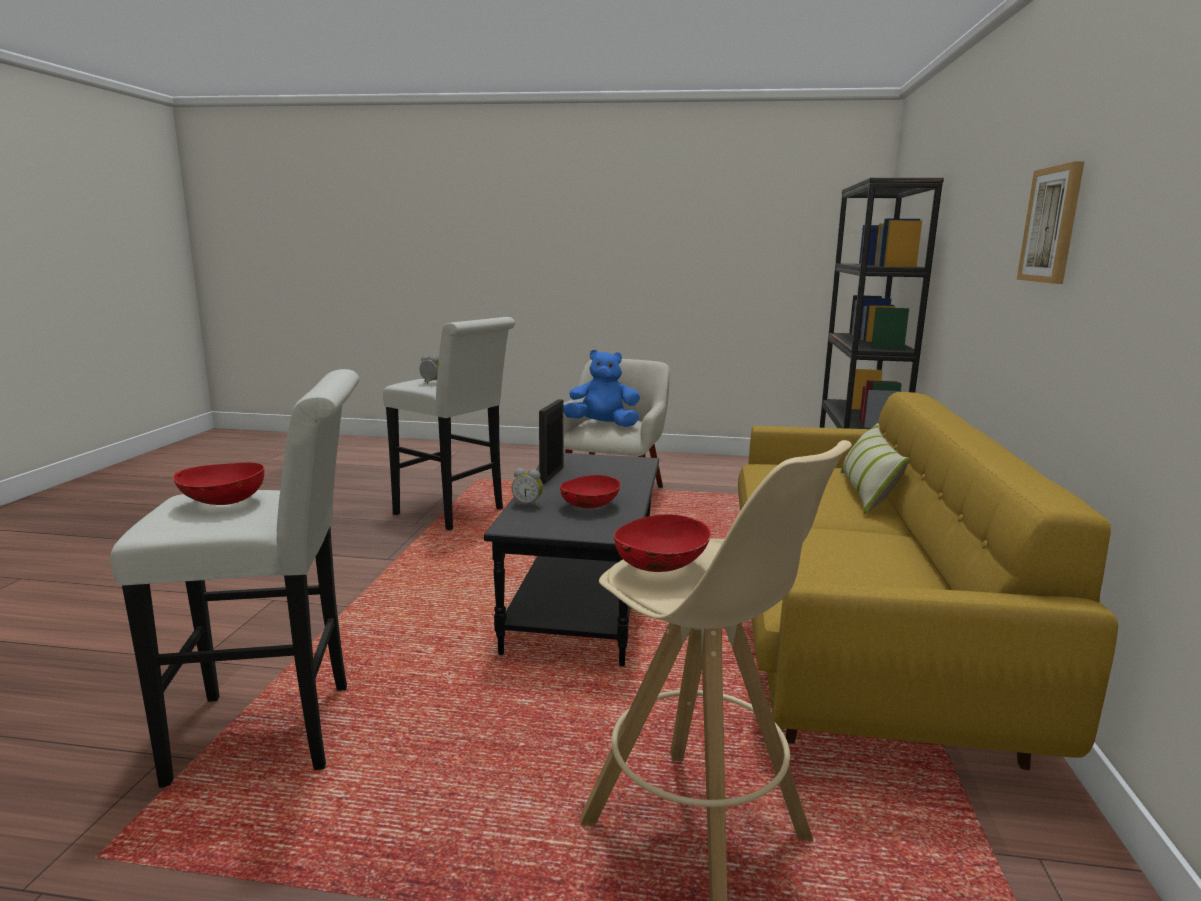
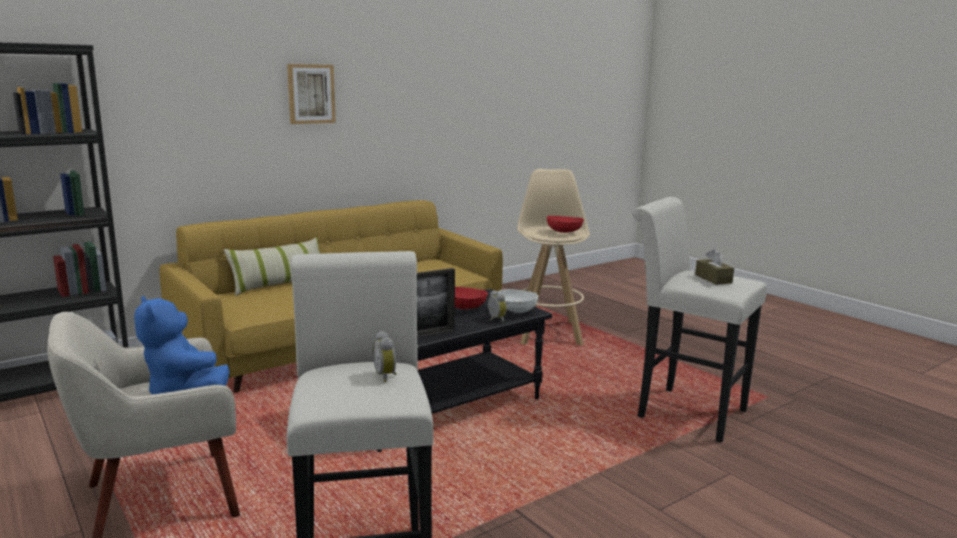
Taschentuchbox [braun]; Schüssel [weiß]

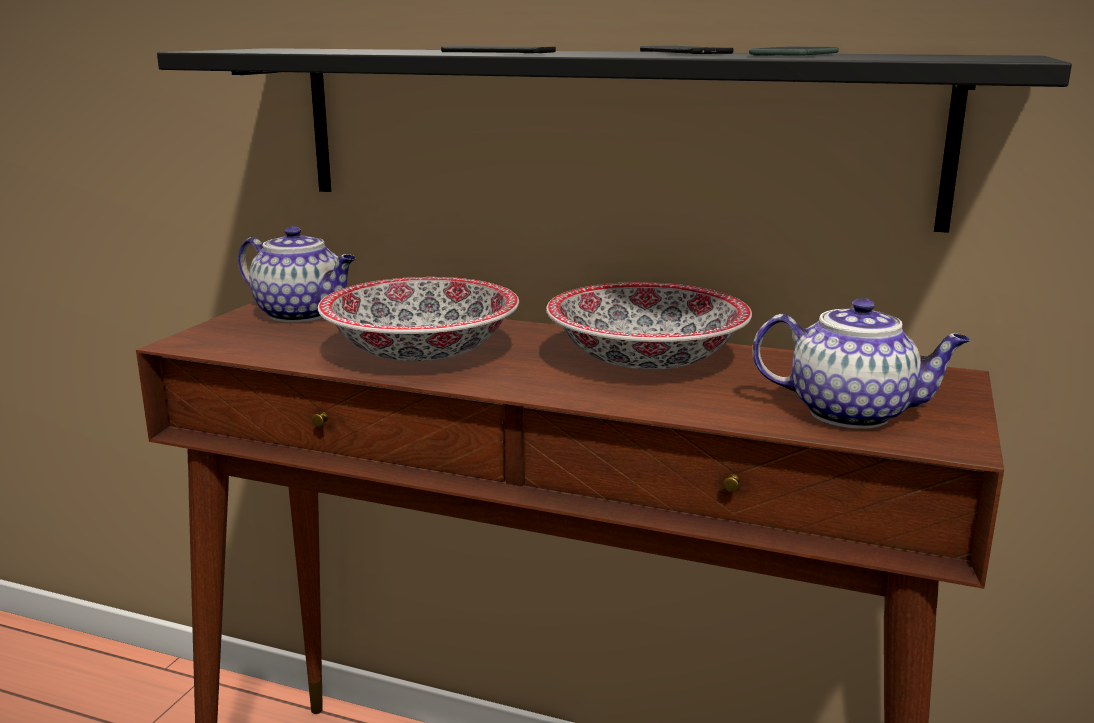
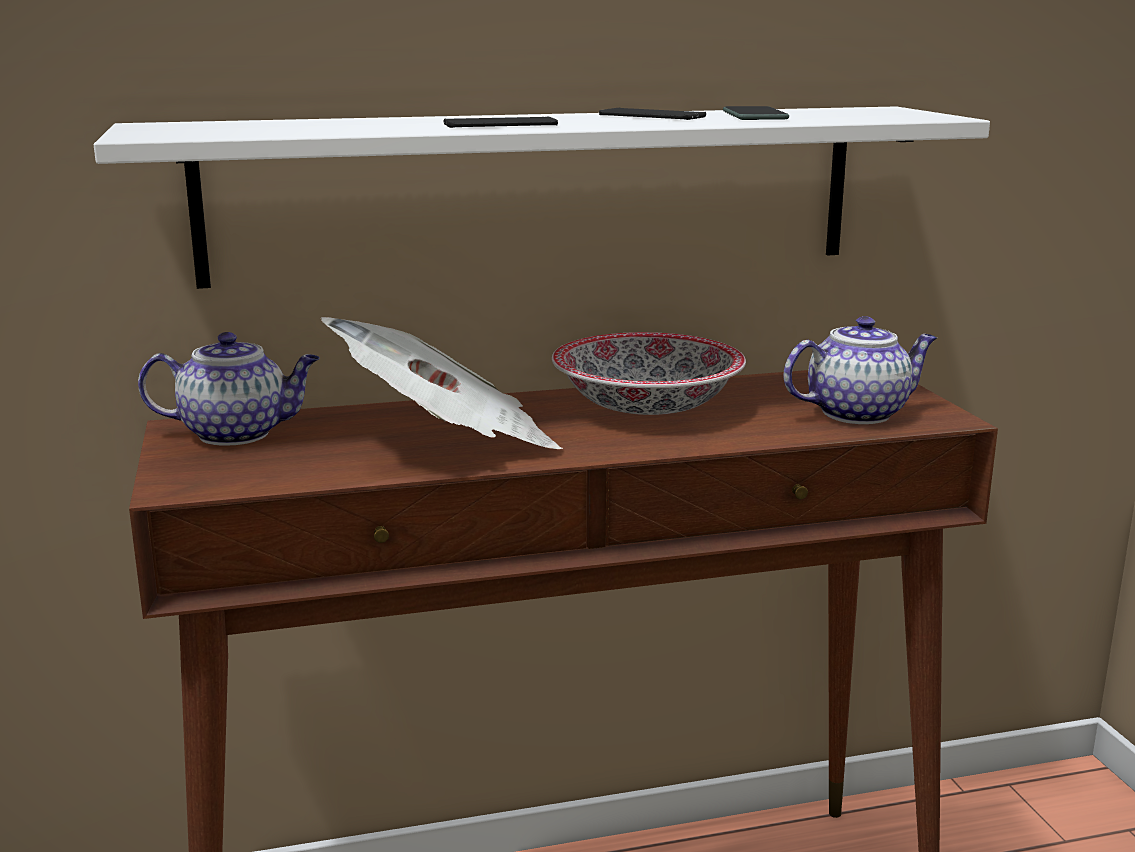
Wandregal [weiß]; Zeitung

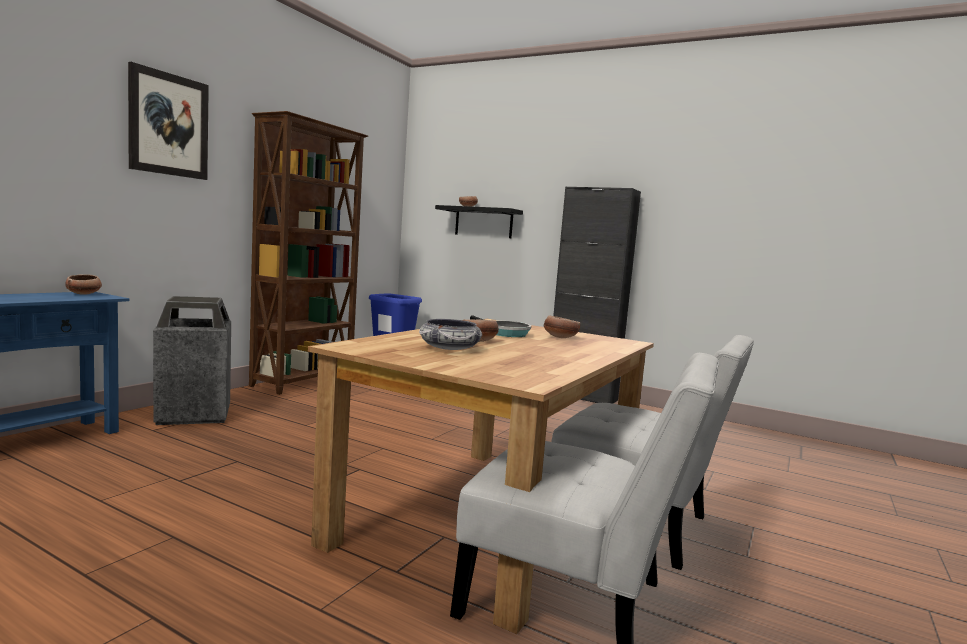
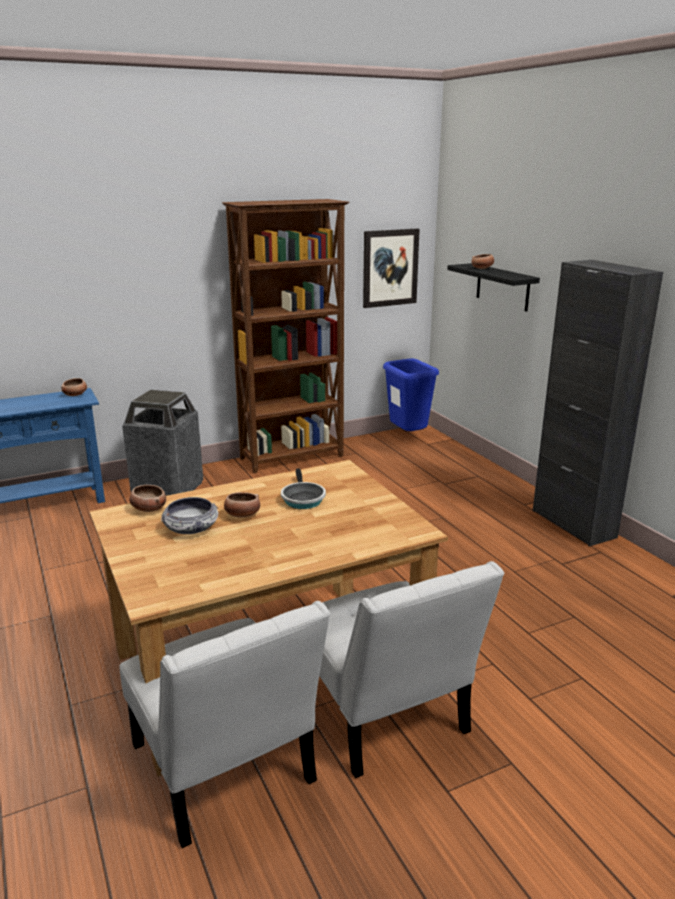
Bild; Schüssel (2nd from left)

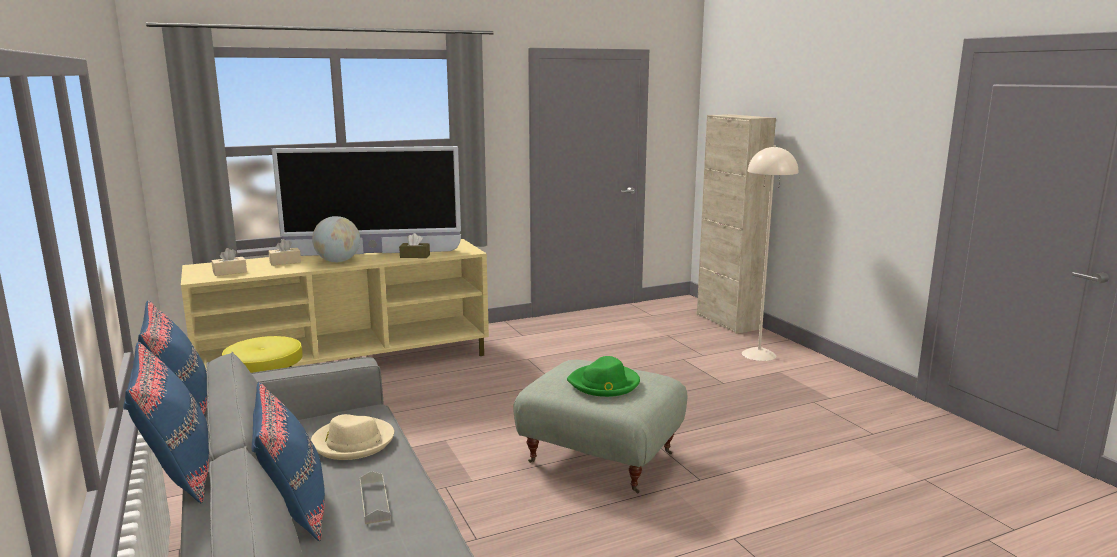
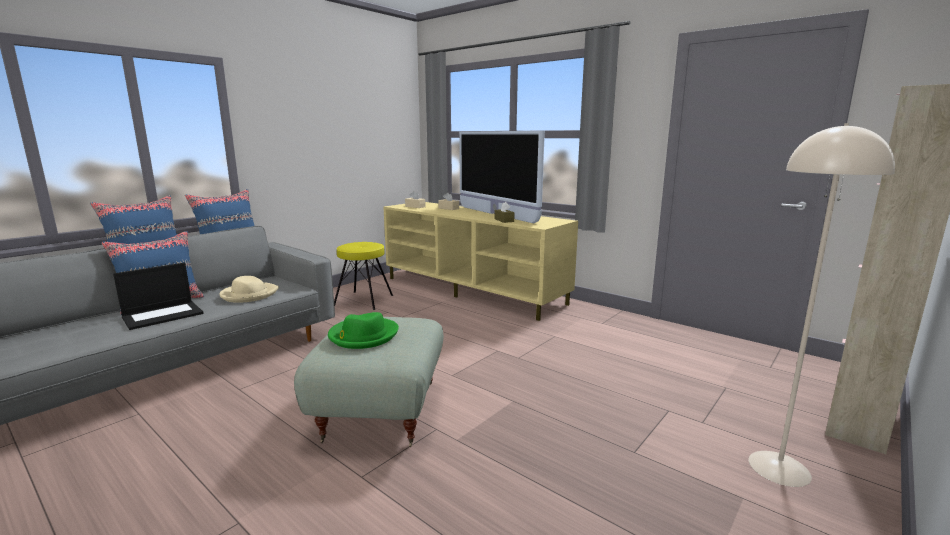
Globus; Laptop

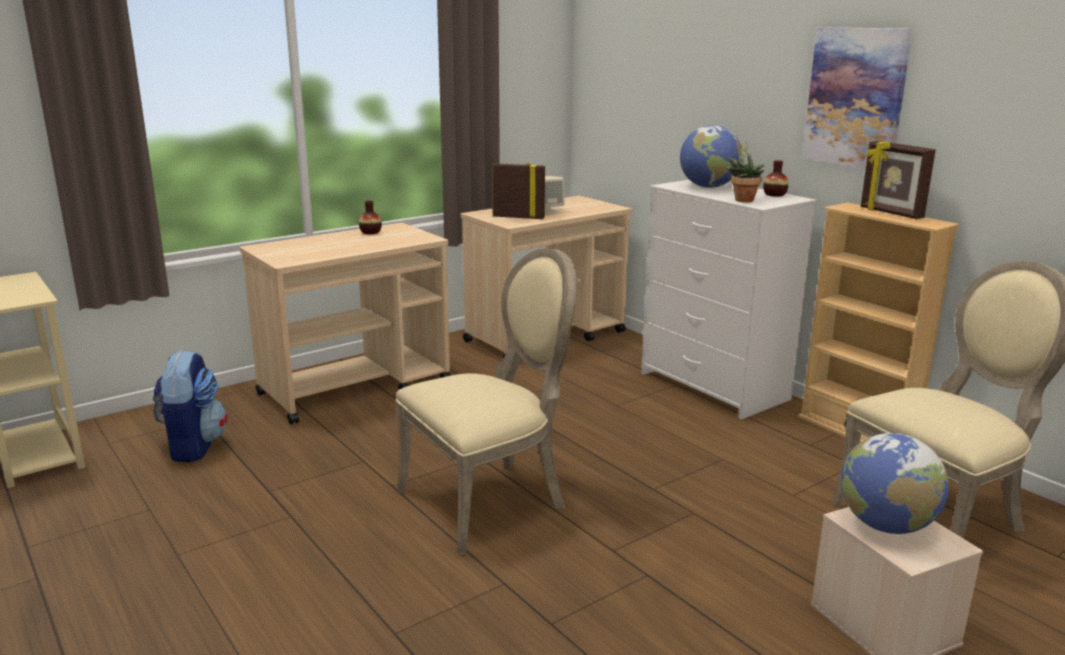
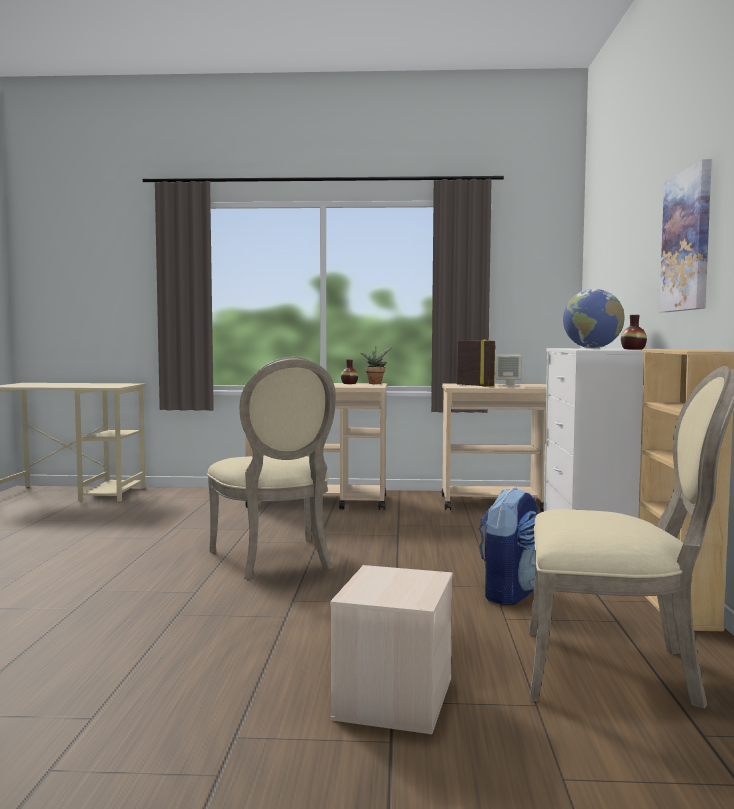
Topfpflanze; Bilderrahmen (2nd from left in the first image); Stuhl [beige] (1st from left); Rucksack; Globus (2nd from left in the first image)

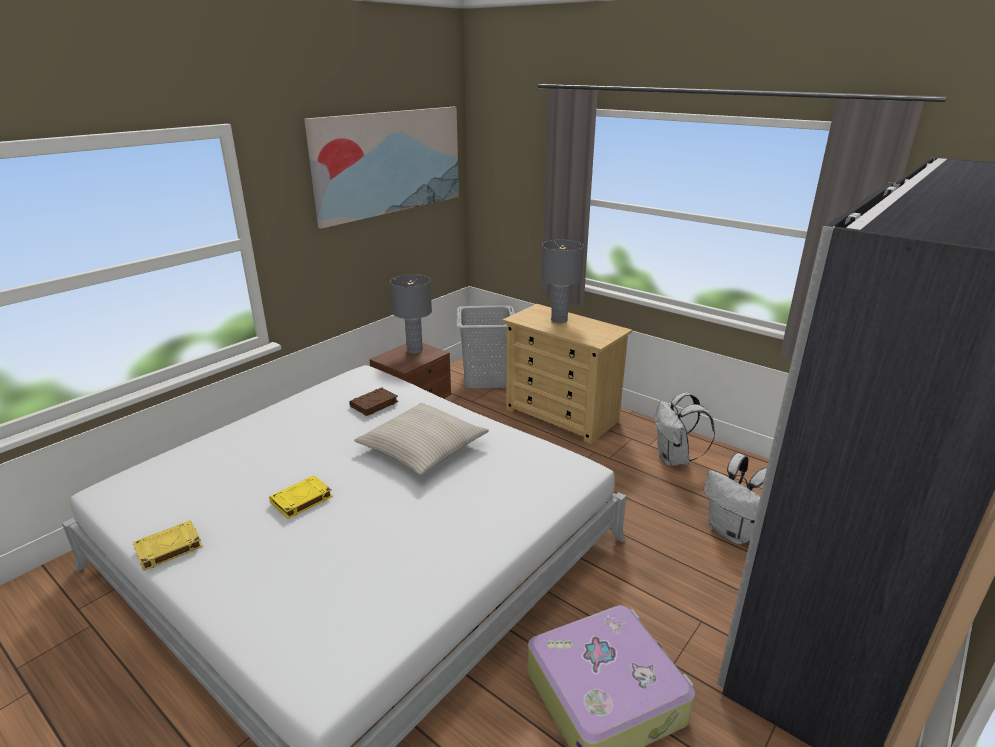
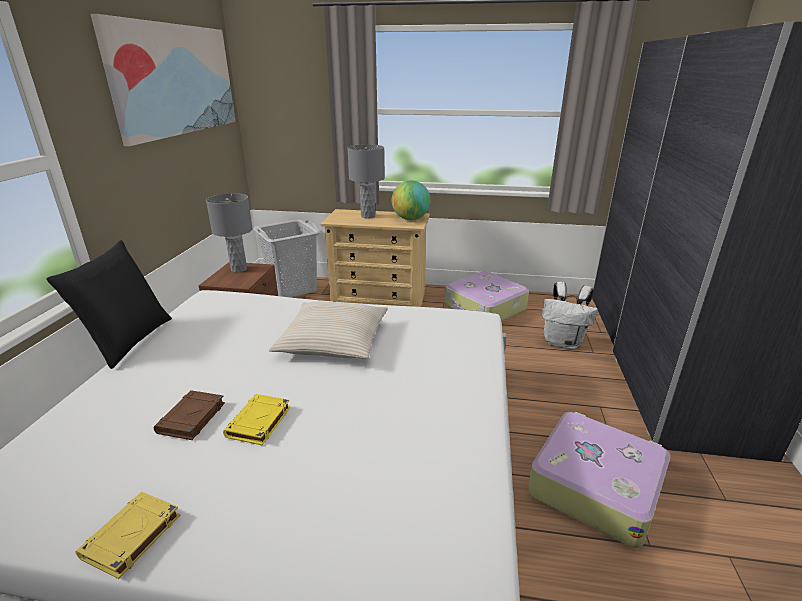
Buch [braun]; Koffer (1st from left); Globus; Kissen [schwarz]

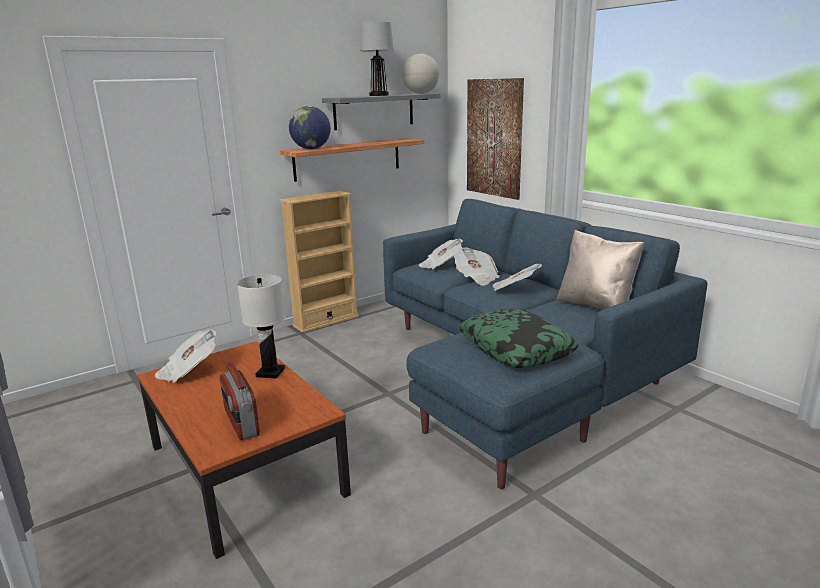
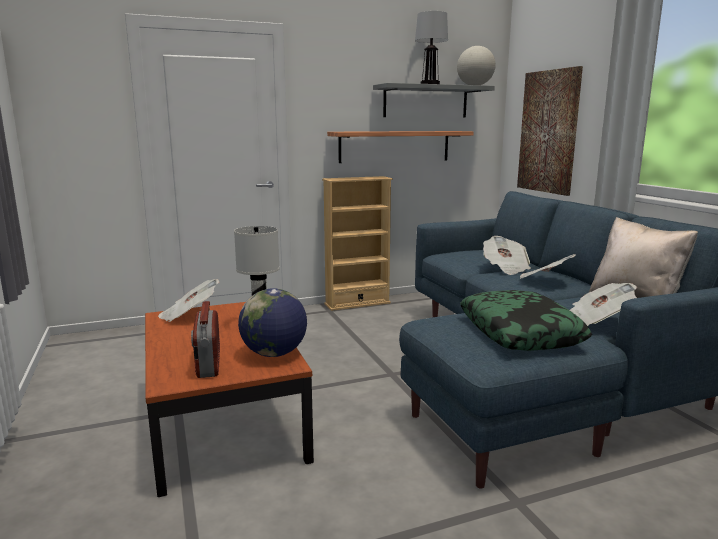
Globus (1st from left); Zeitung (4th from left)

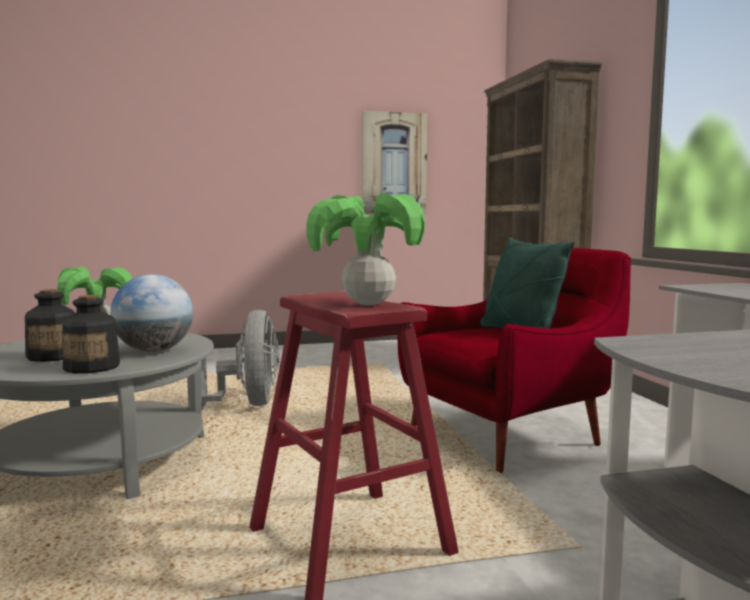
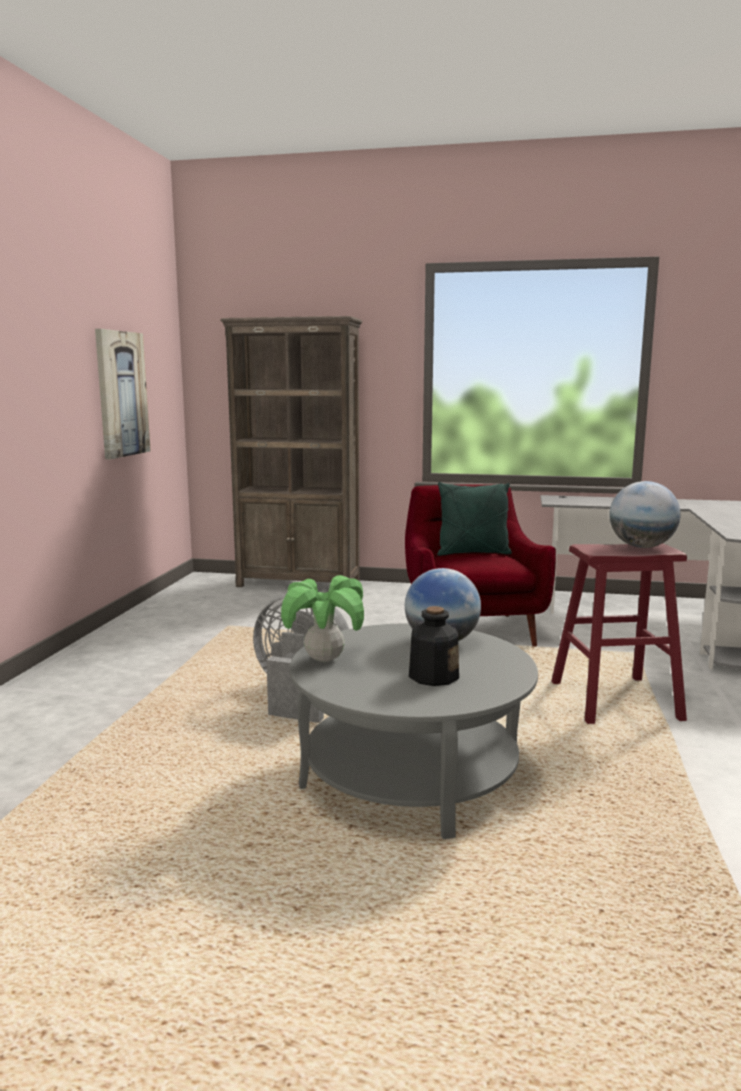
Globus (2nd from left); Flasche (2nd from left in the first image)

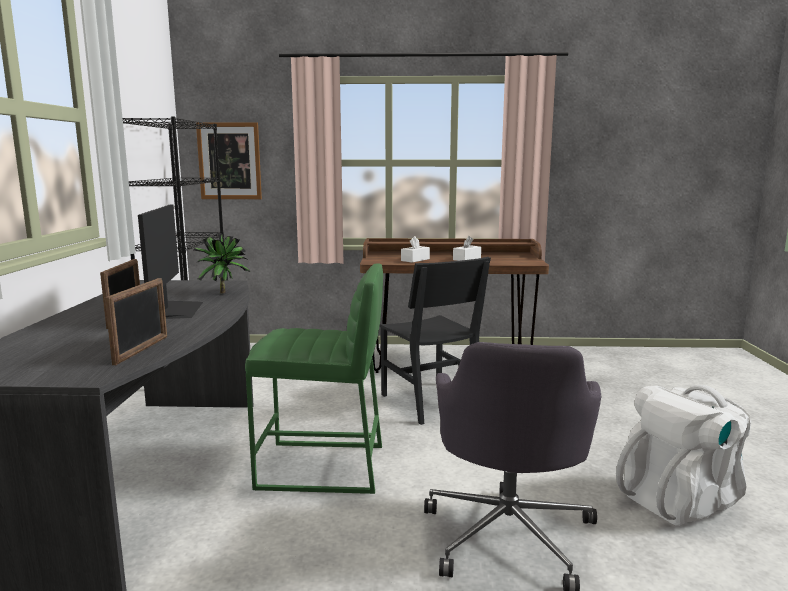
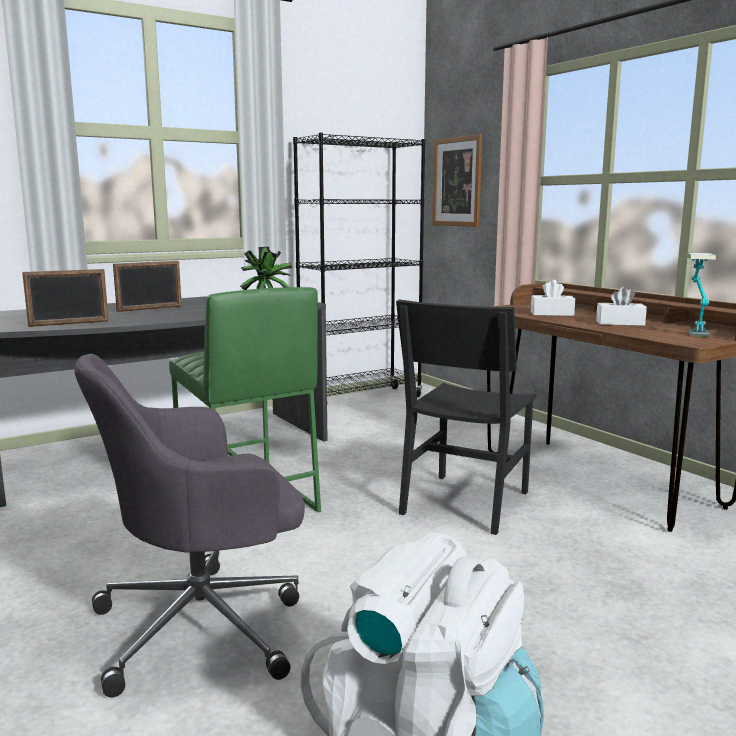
Monitor; Tischlampe

